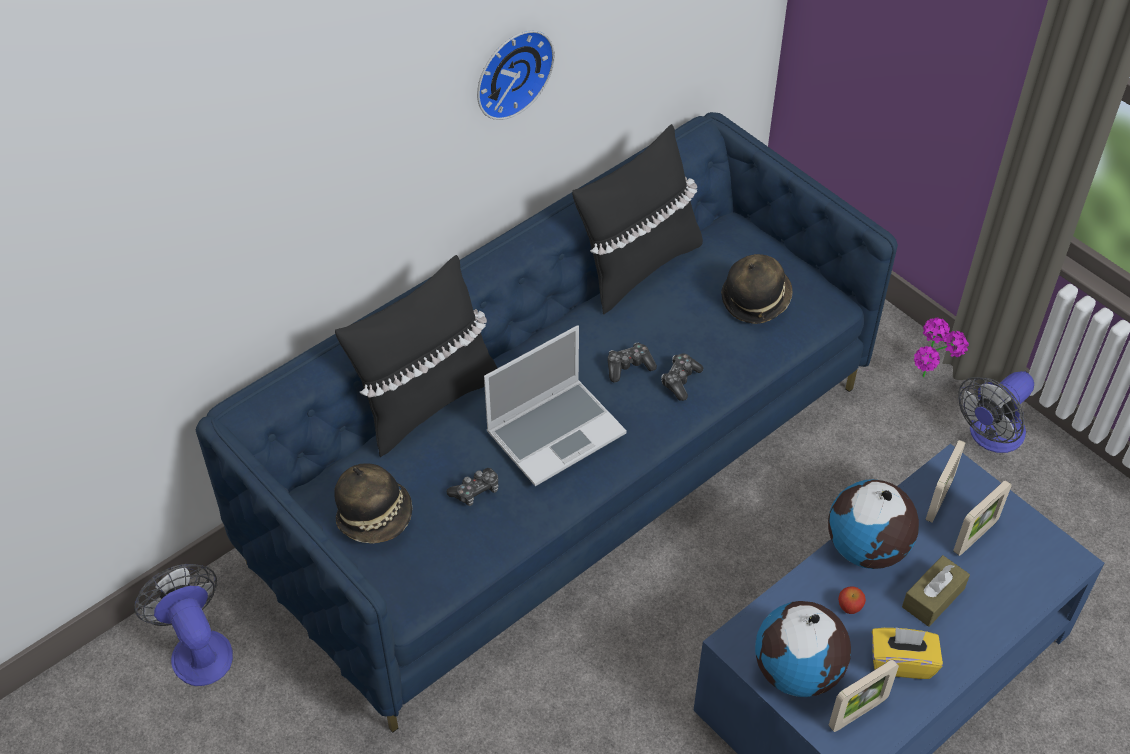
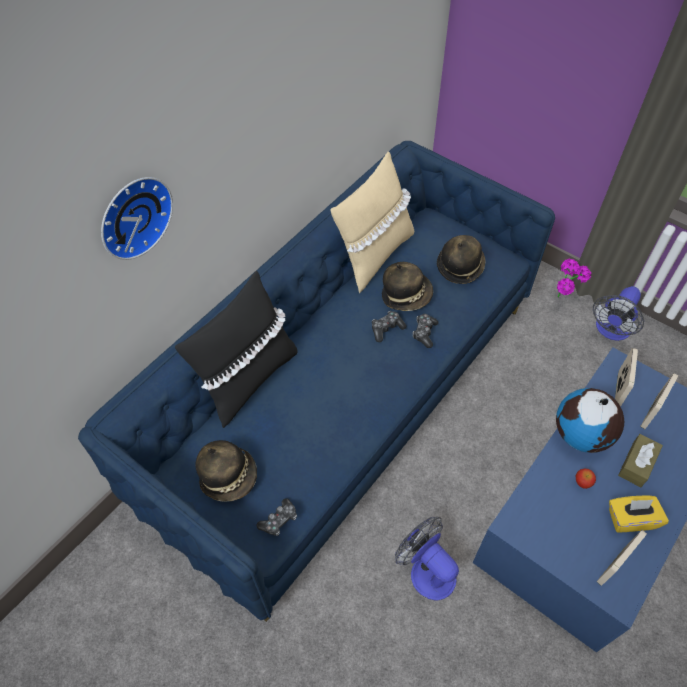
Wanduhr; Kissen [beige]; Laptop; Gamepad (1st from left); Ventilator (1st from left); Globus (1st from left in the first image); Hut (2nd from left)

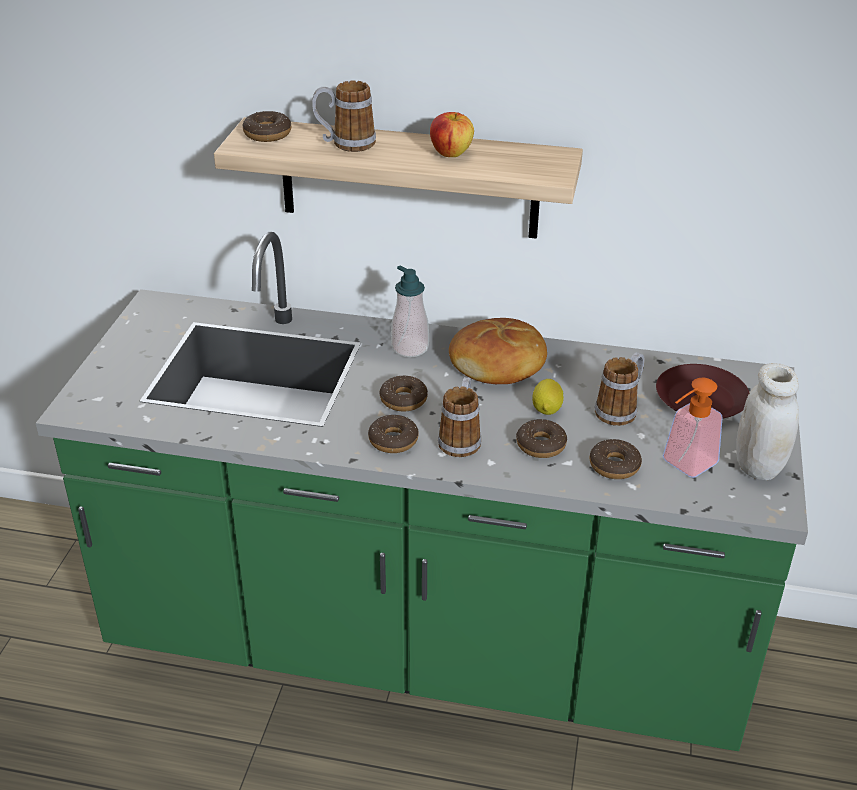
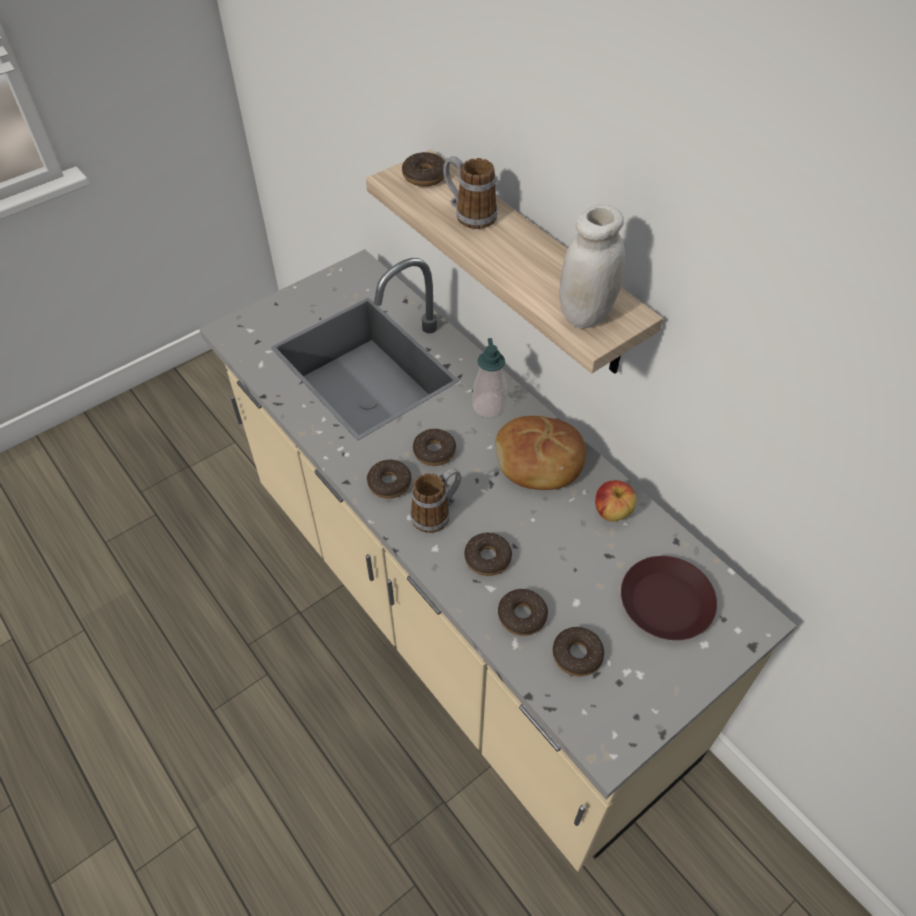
Apfel; Küchenzeile [beige]; Henkelbecher (3rd from left in the first image); Vorratsglas [weiß]; Donut (6th from left); Zitrone

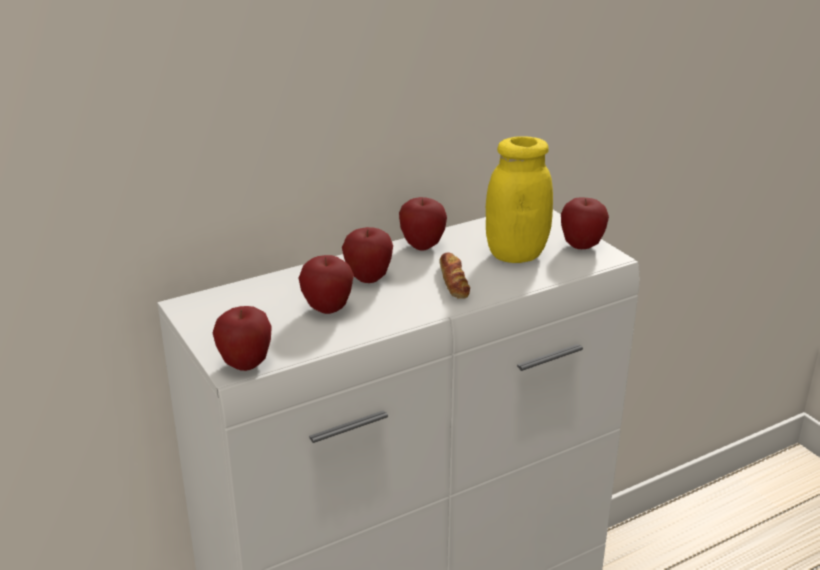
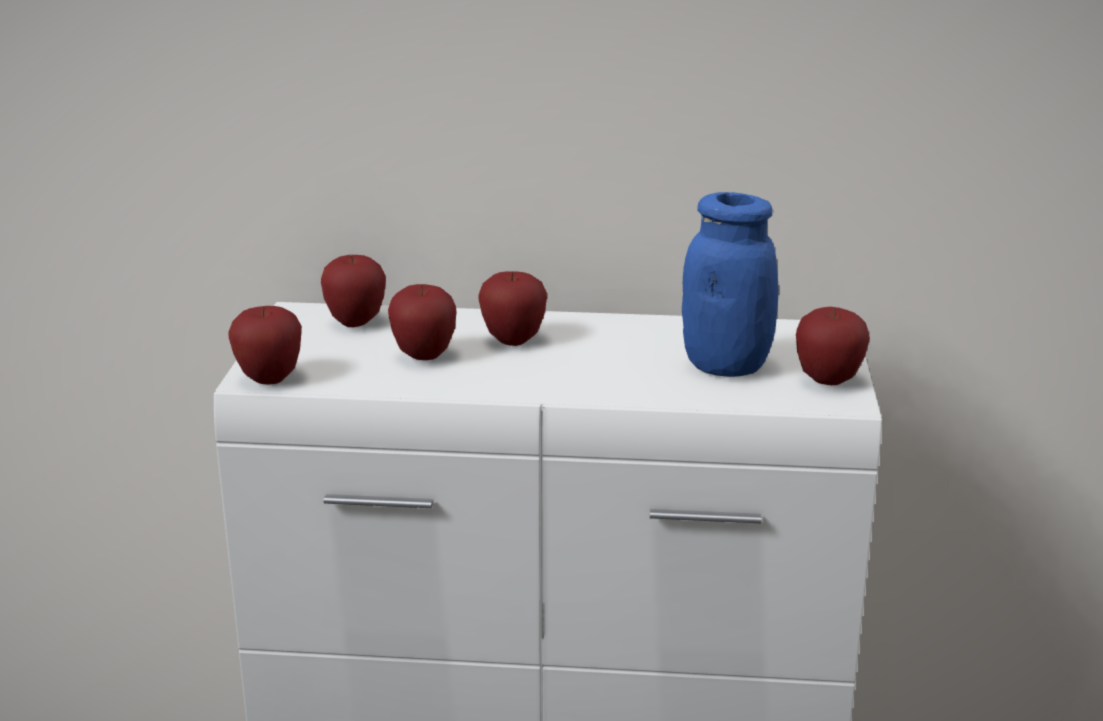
Vorratsglas [blau]; Apfel (2nd from left); Brot

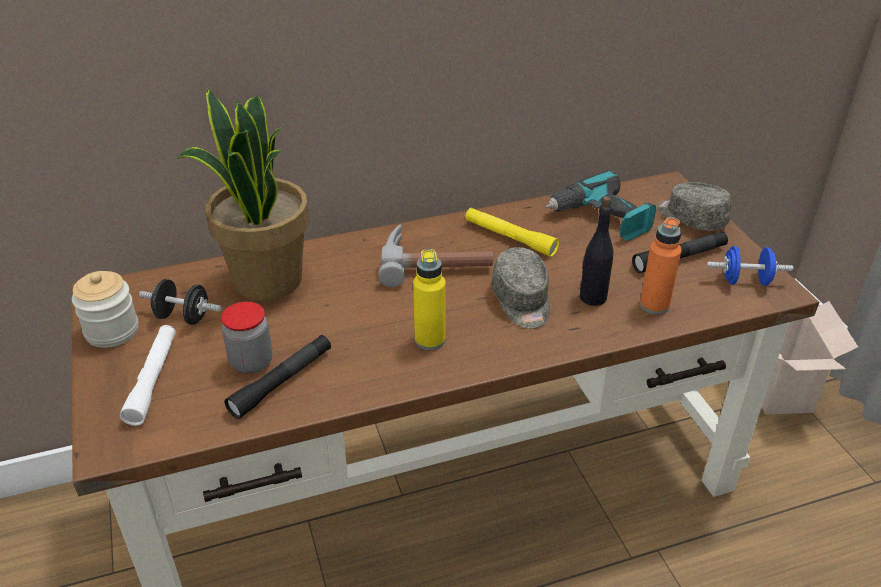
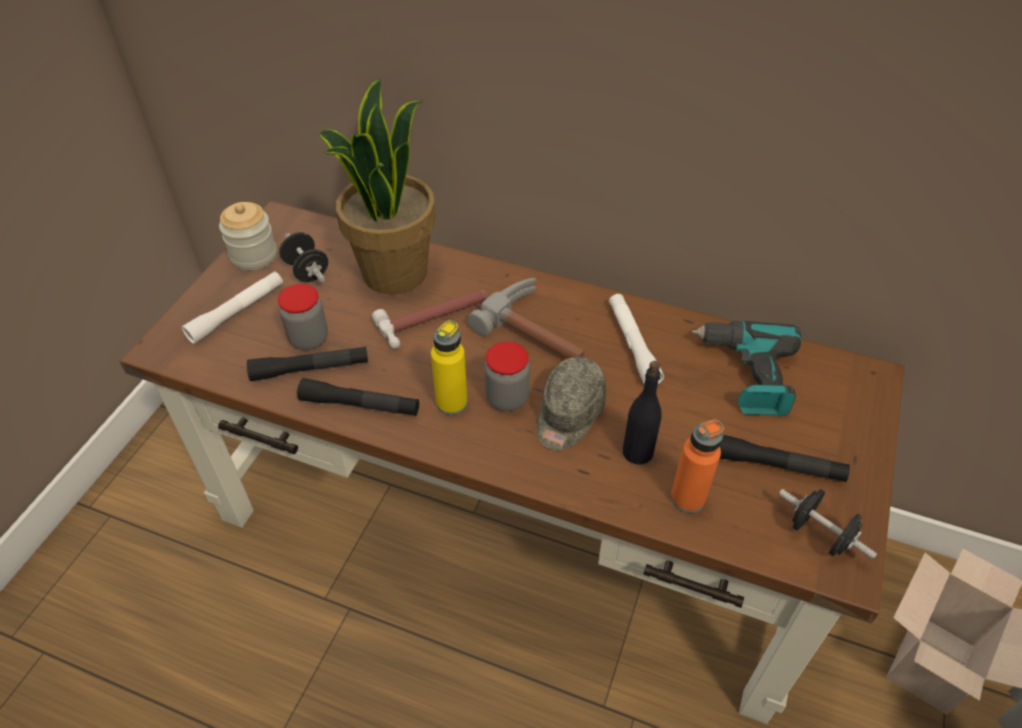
Kappe [grau] (2nd from left in the first image); Taschenlampe [weiß] (2nd from left); Hantel [schwarz] (2nd from left); Hammer (1st from left); Vorratsglas (3rd from left); Taschenlampe [schwarz] (2nd from left)

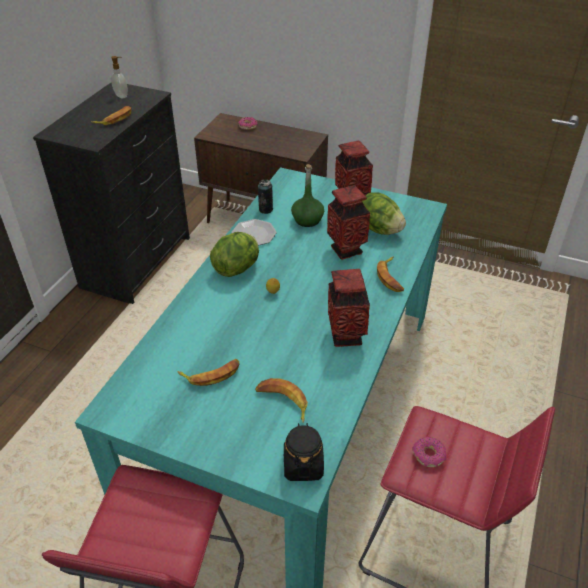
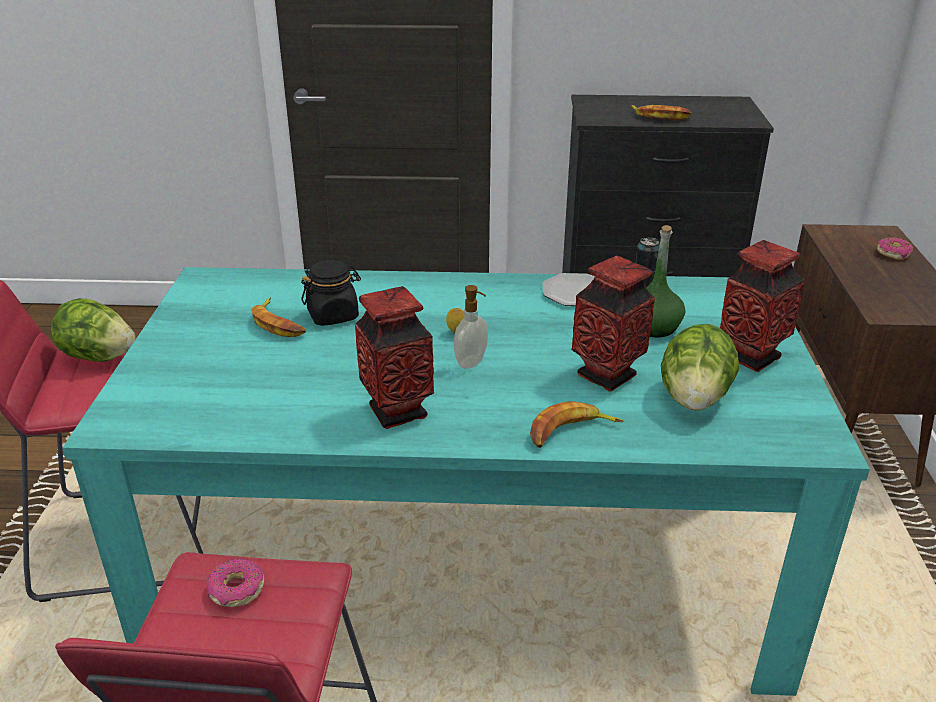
Seifenspender; Salatkopf (1st from left); Banane (3rd from left in the first image); Vorratsglas [schwarz]

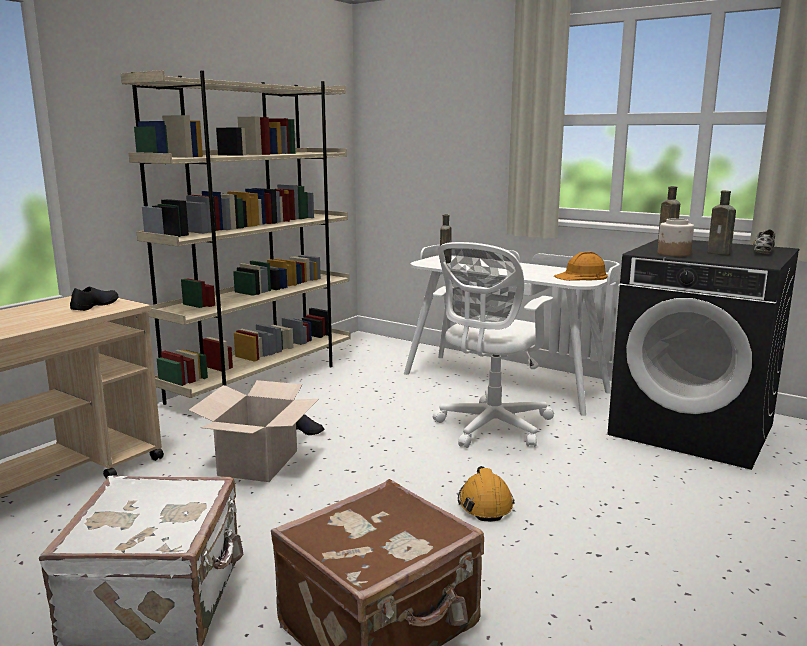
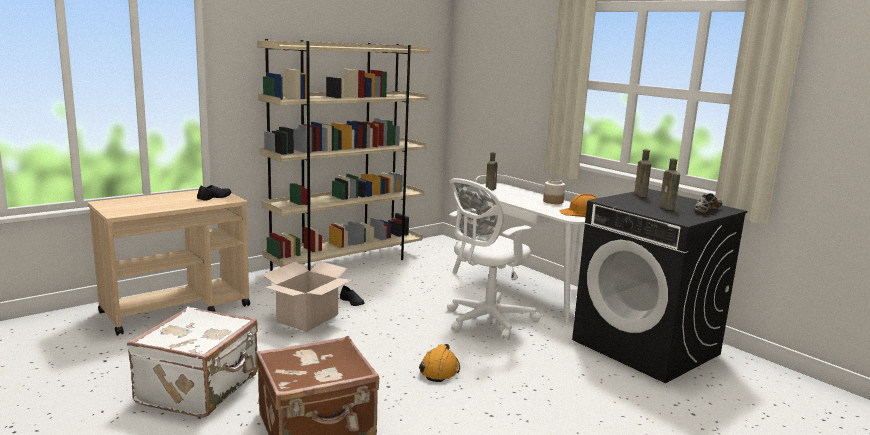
Vorratsglas

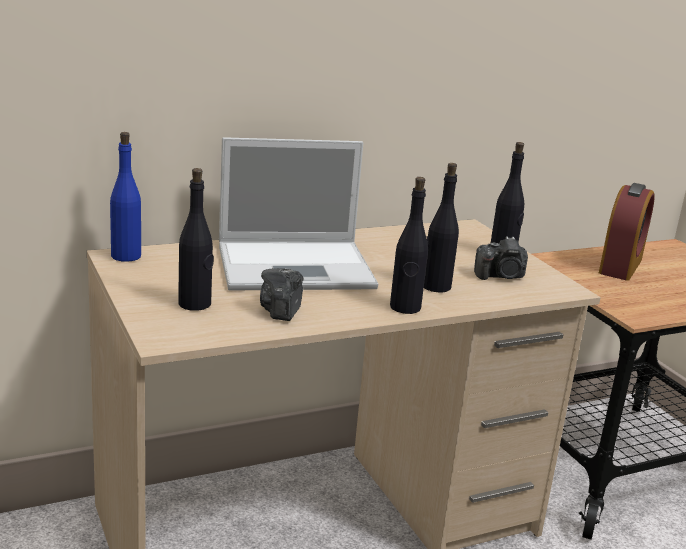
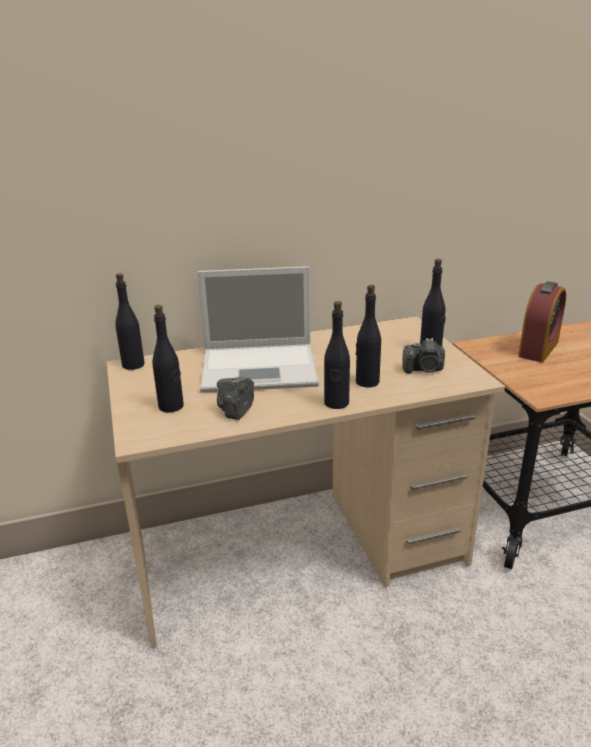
Flasche [schwarz] (1st from left)

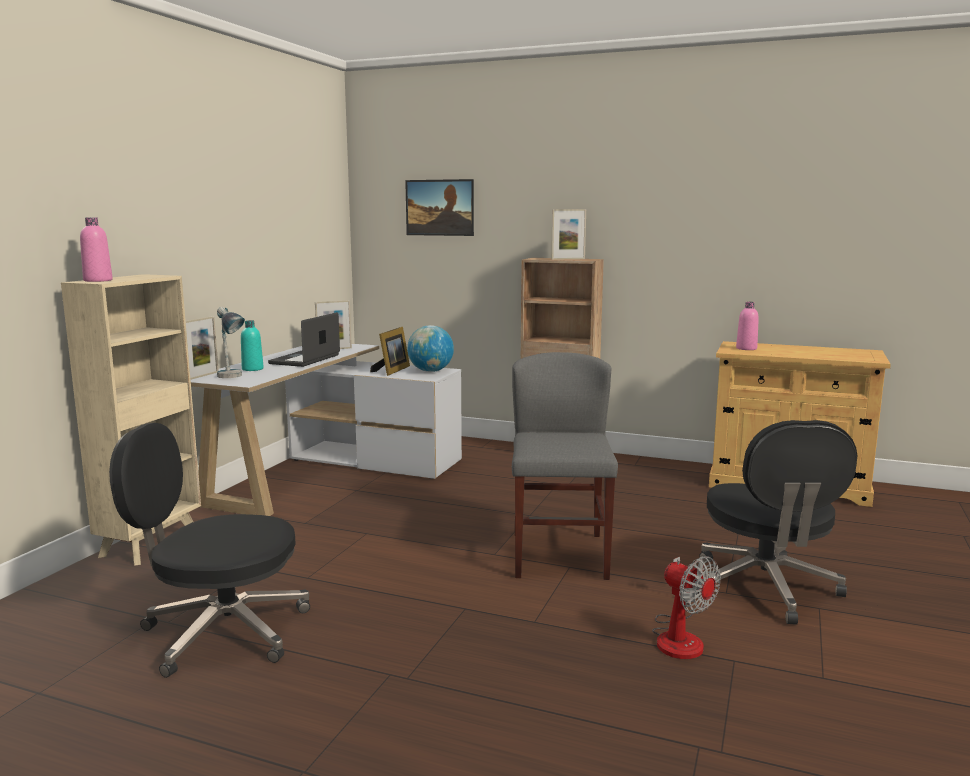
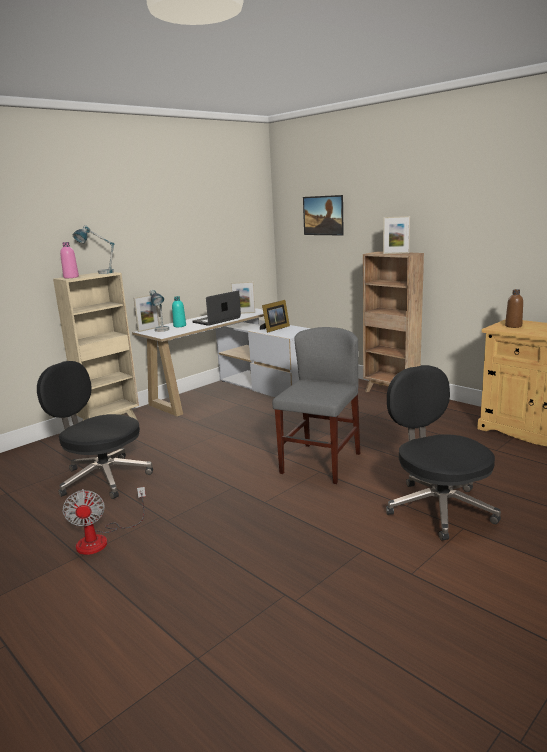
Flasche [braun]; Globus; Bürostuhl [schwarz] (2nd from left); Ventilator; Tischlampe (1st from left)

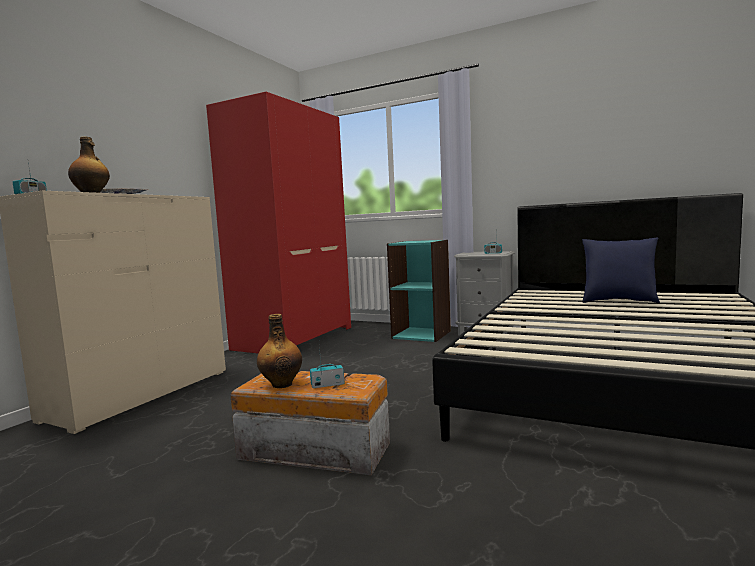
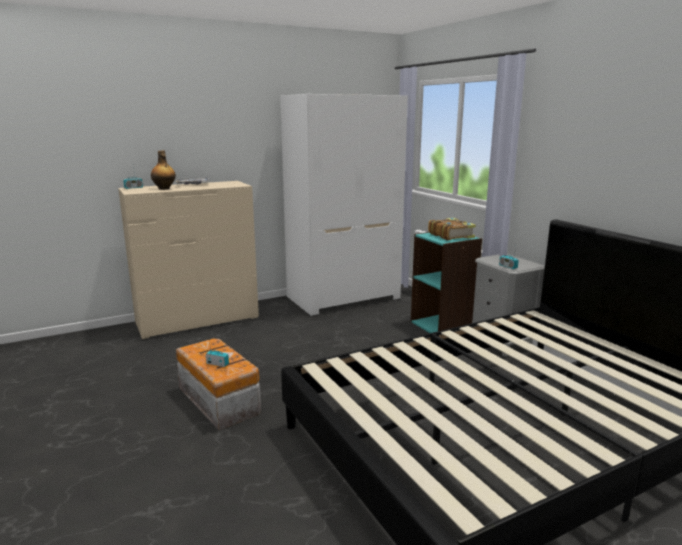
Kleiderschrank [weiß]; Kissen [blau]; Flasche (2nd from left in the first image); Buch

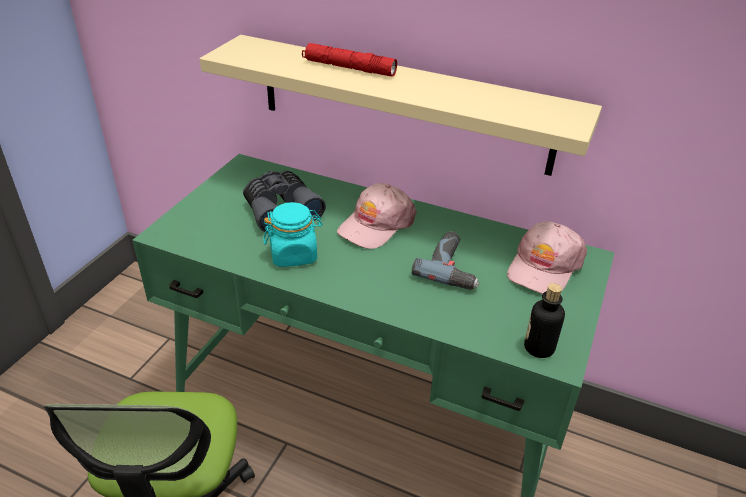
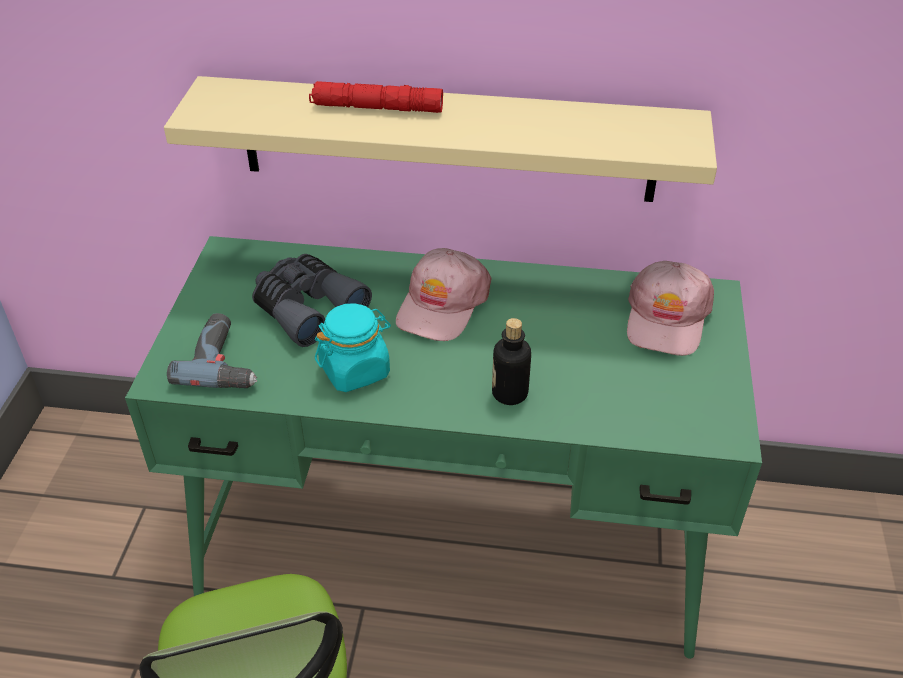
Bohrmaschine; Flasche

